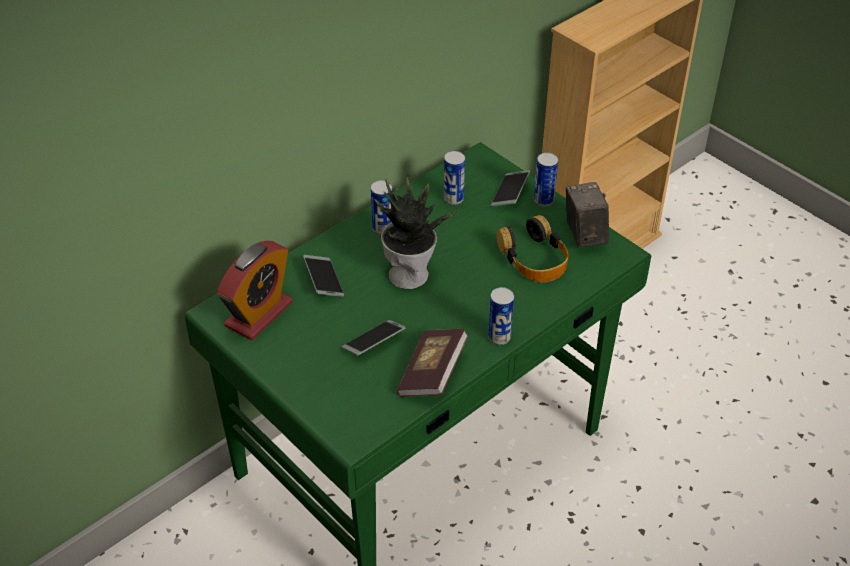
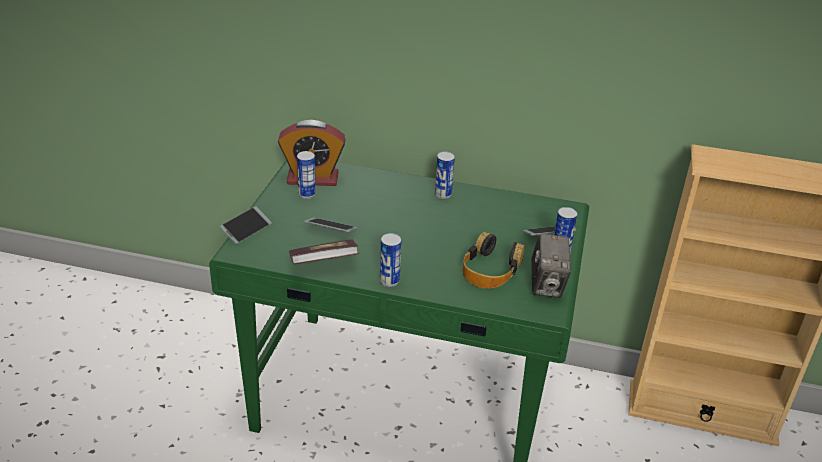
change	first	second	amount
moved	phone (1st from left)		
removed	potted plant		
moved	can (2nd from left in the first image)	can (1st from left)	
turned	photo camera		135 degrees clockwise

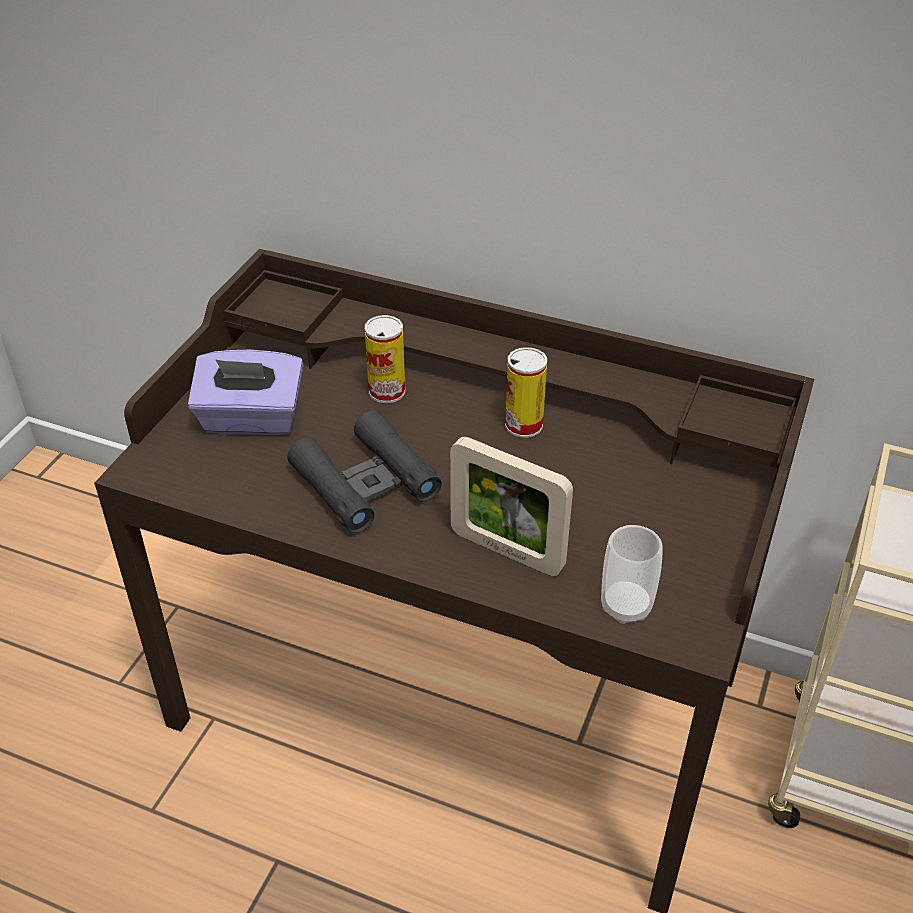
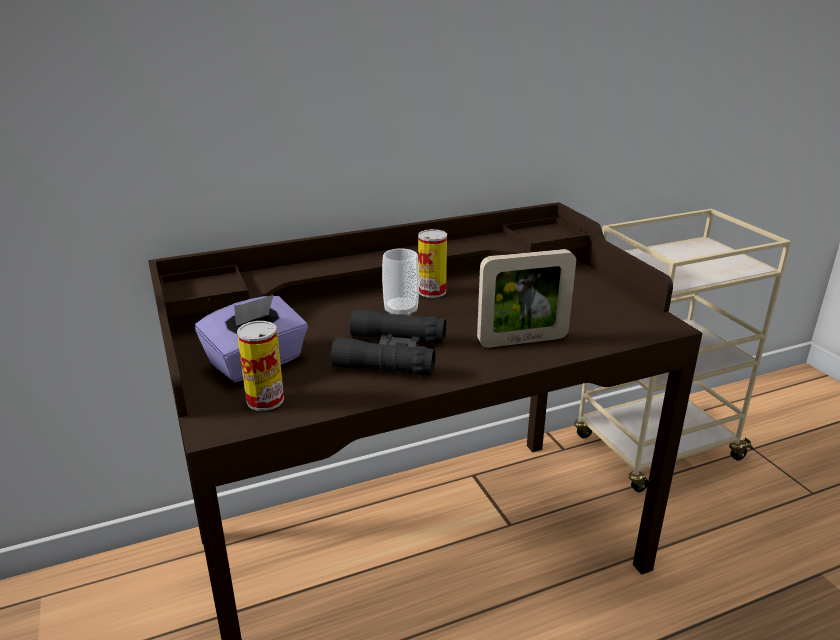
change	first	second	amount
moved	can (1st from left)		
moved	cup		

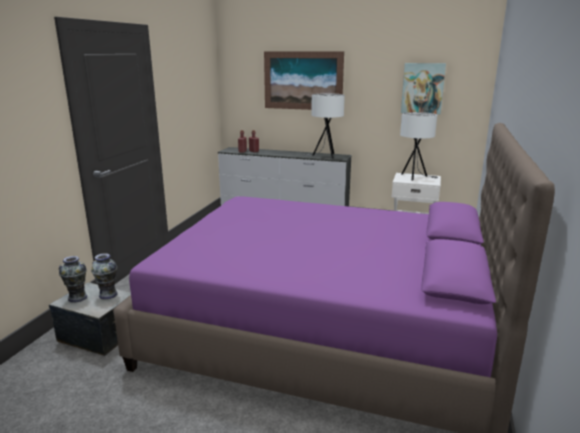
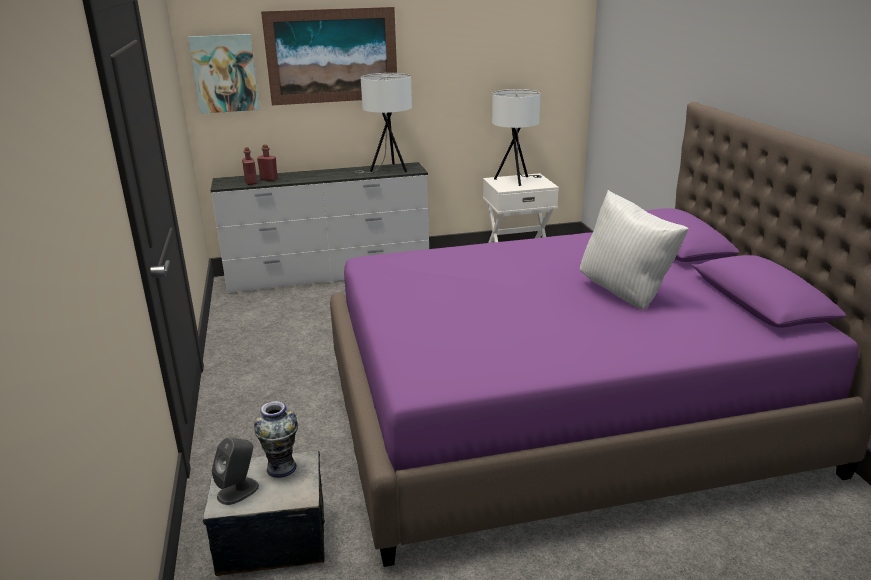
change	first	second	amount
replaced	vase (1st from left)	speaker in grey	
moved	picture (2nd from left in the first image)	picture (1st from left)	
added		pillow in white	

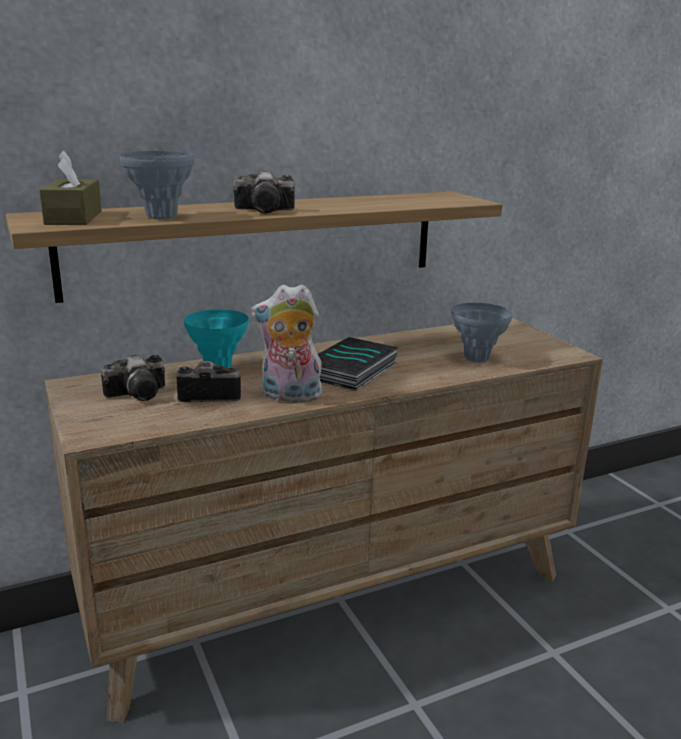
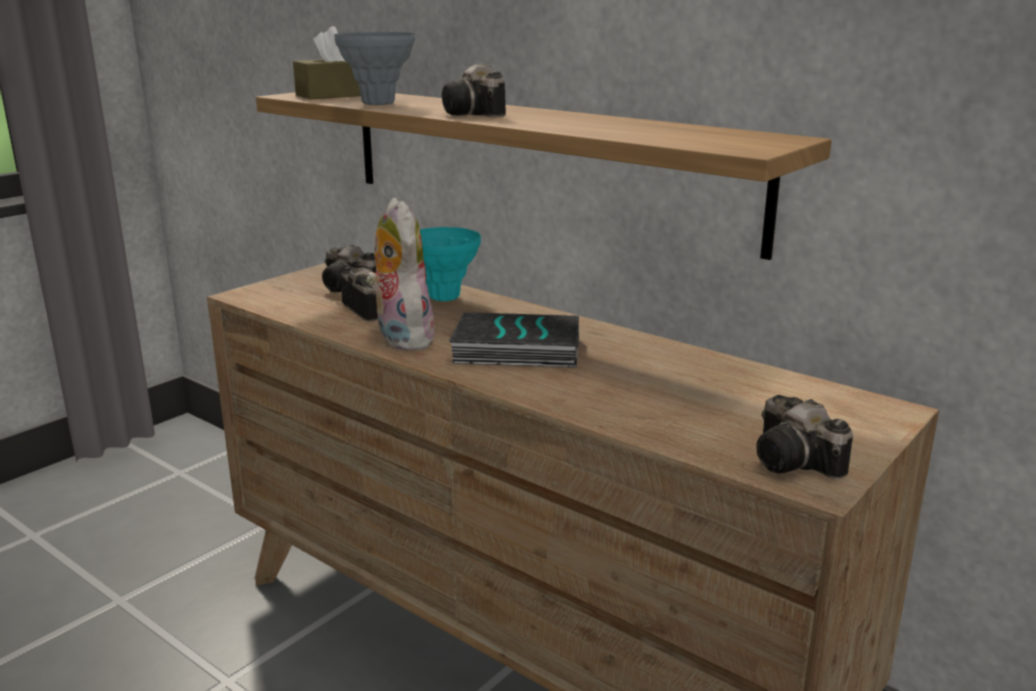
change	first	second	amount
removed	vase in grey (2nd from left)		
added		photo camera (4th from left)	

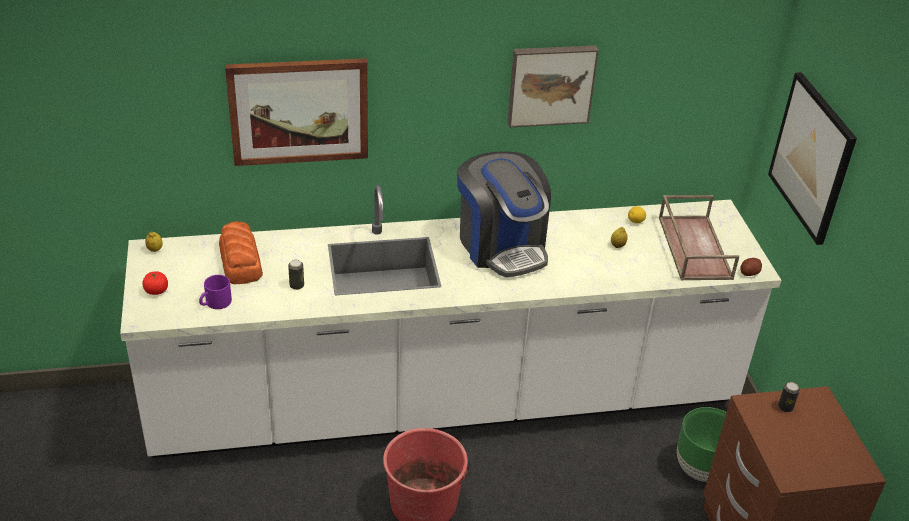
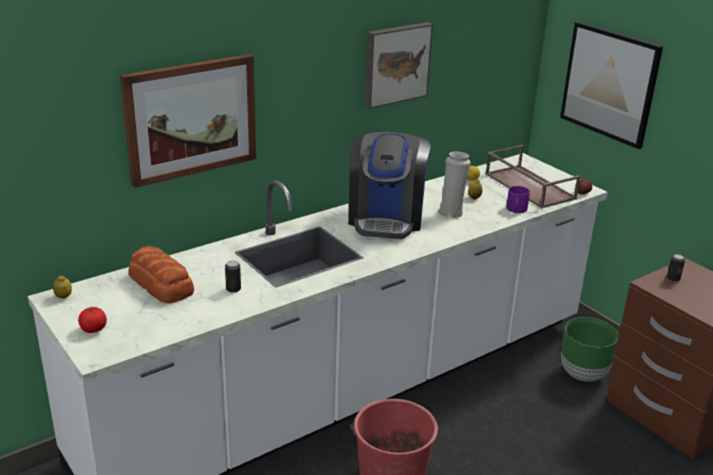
change	first	second	amount
moved	mug in purple		
turned	coffee machine		60 degrees clockwise
added		vase in white	

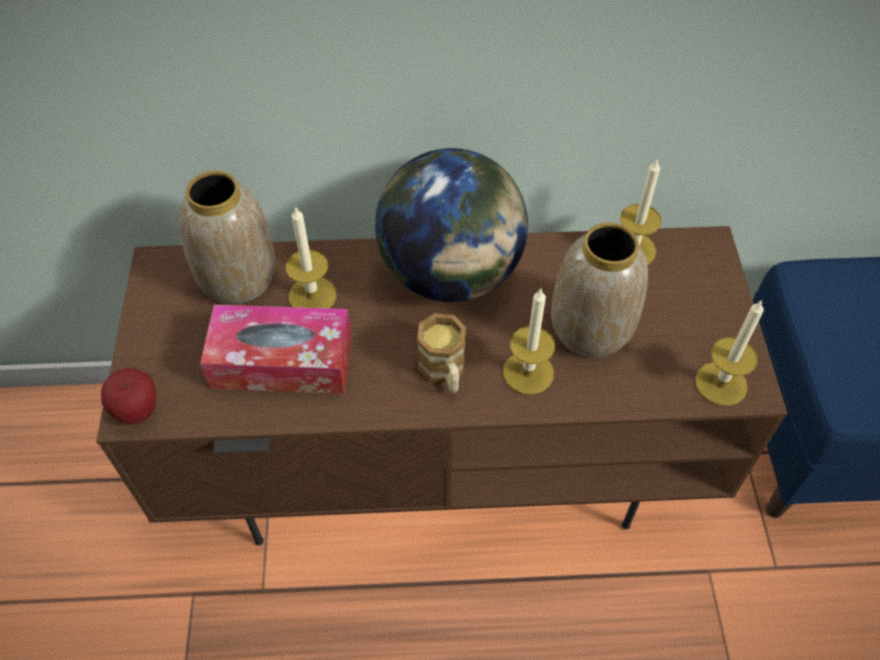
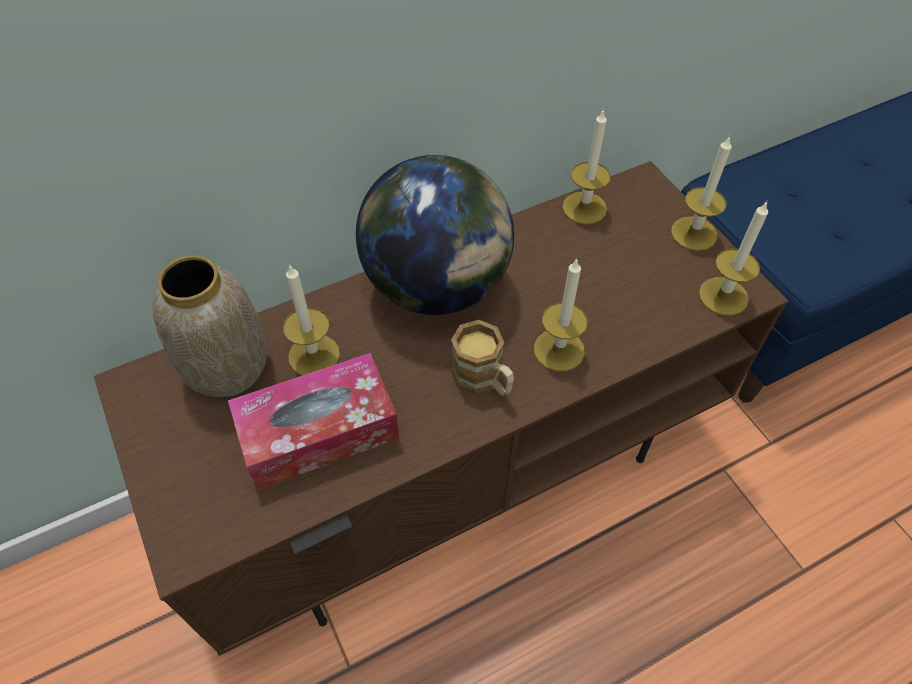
change	first	second	amount
removed	apple		
removed	vase (2nd from left)		
added		candle (4th from left)	

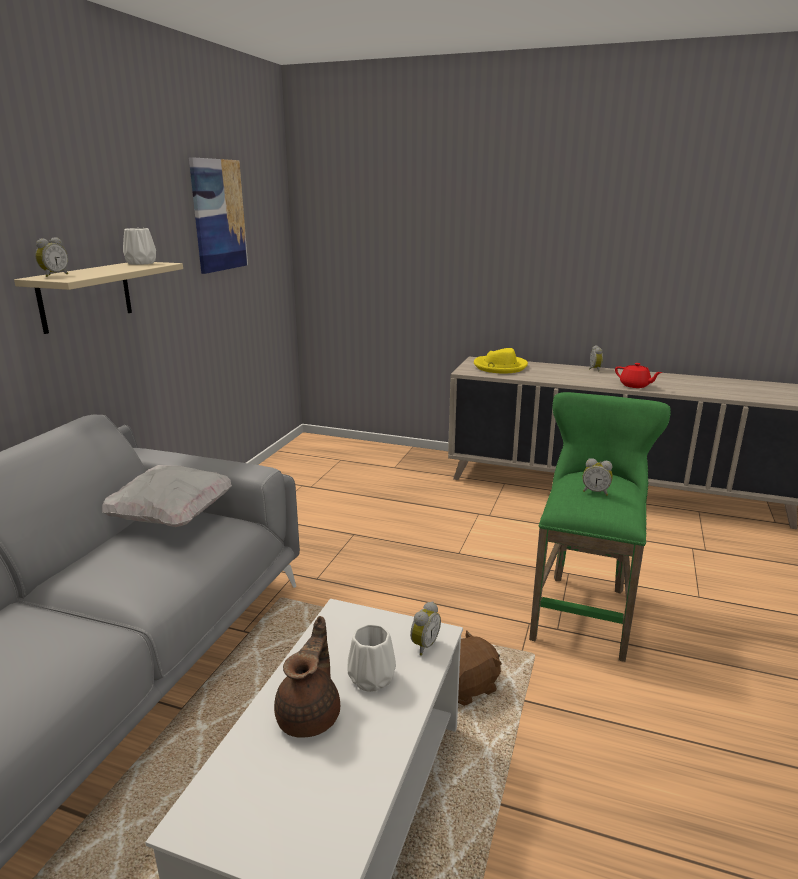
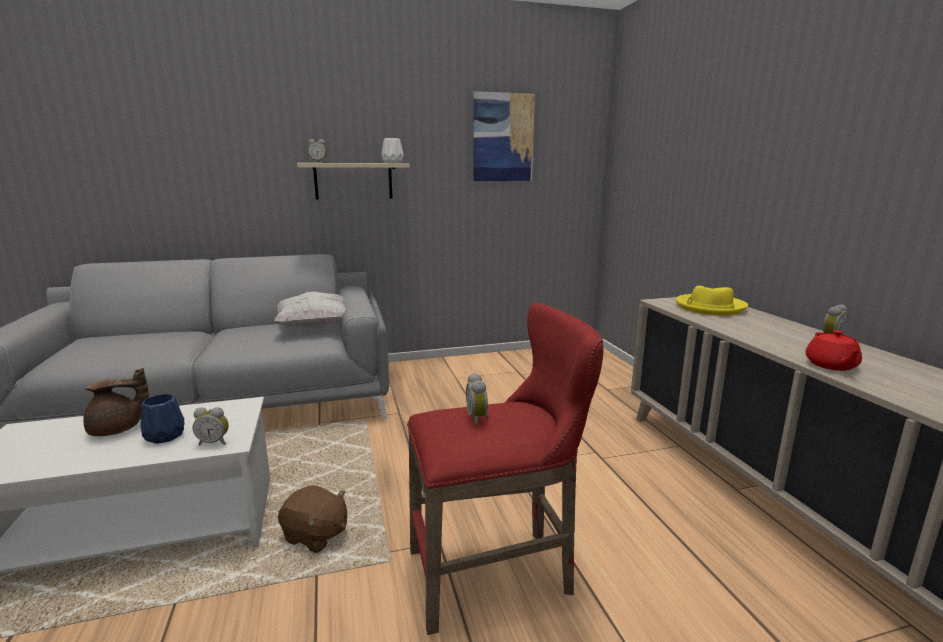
change	first	second	amount
recoloured	vase in white (2nd from left)	vase in blue	
recoloured	stool in green	stool in red	

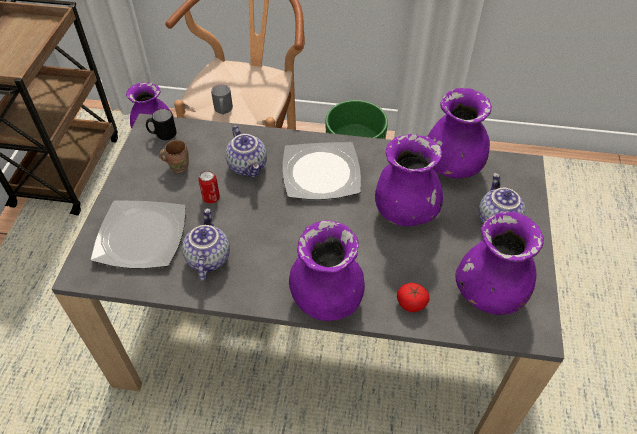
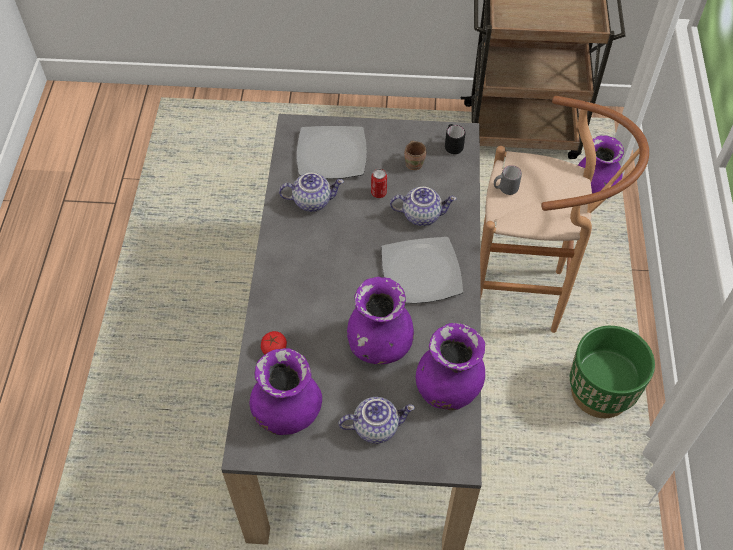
change	first	second	amount
turned	teapot (2nd from left in the first image)	teapot (3rd from left)	150 degrees counterclockwise
removed	vase in purple (2nd from left)		

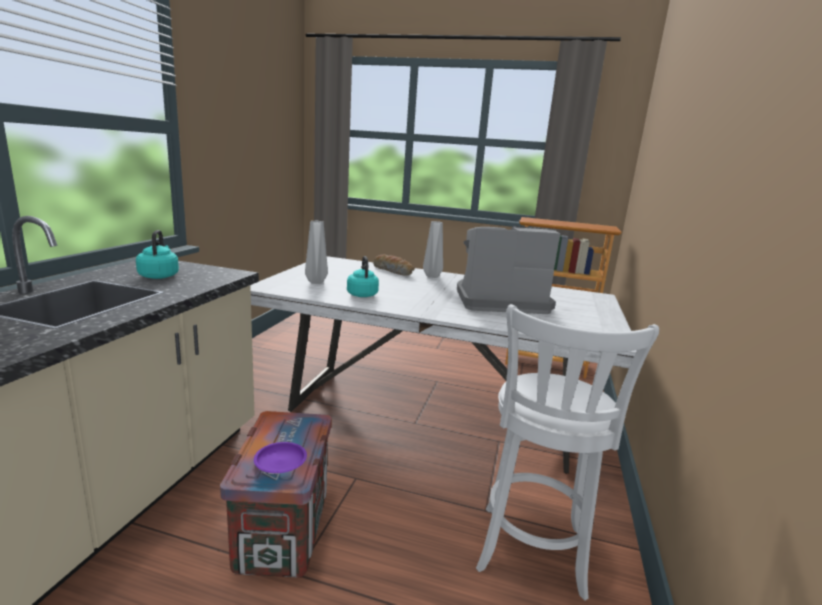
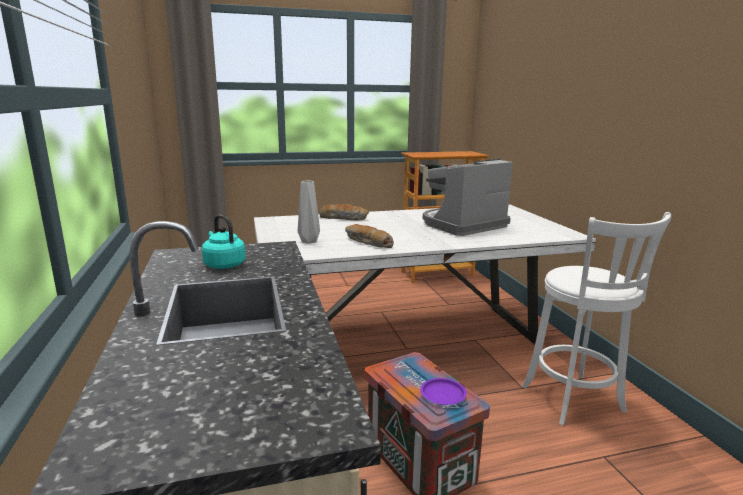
change	first	second	amount
replaced	kettle in turquoise (2nd from left)	bread (2nd from left)	
removed	vase in grey (2nd from left)		

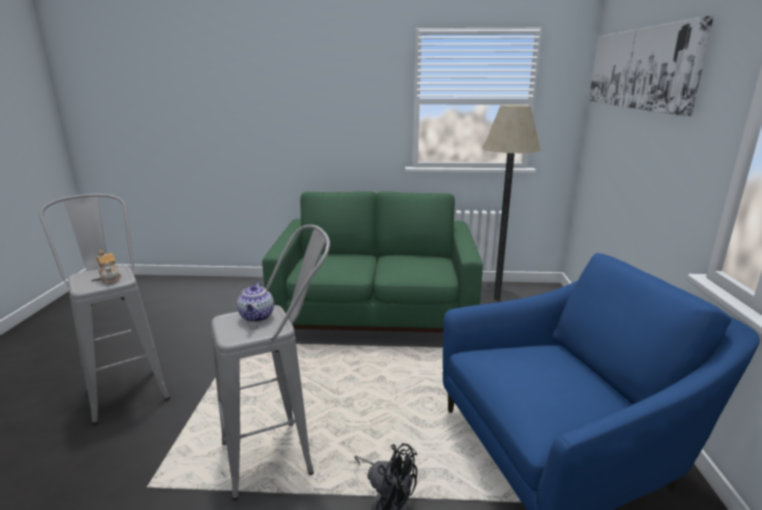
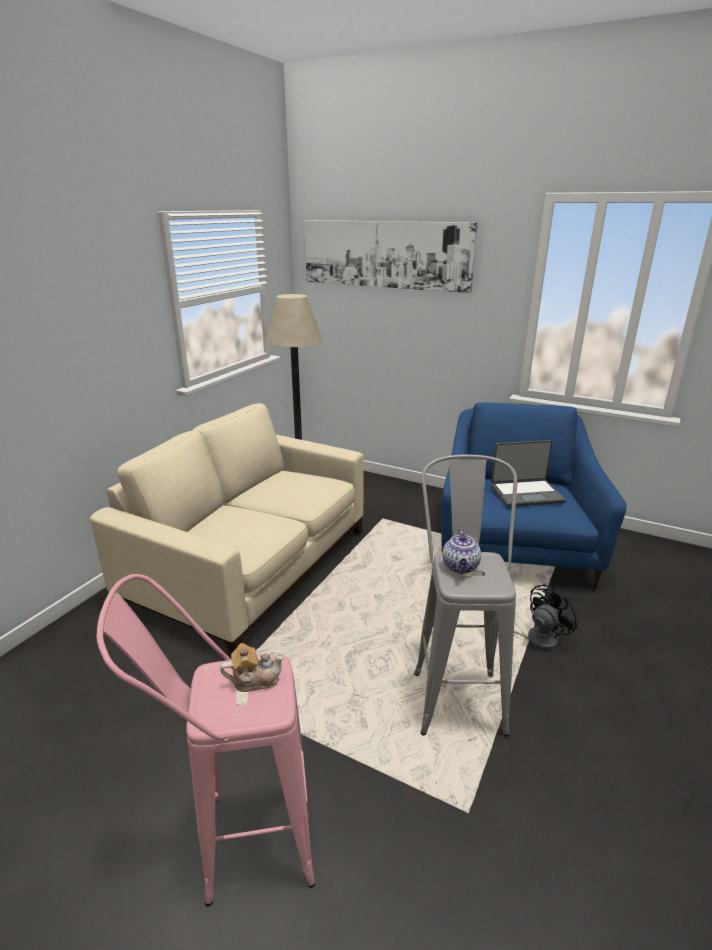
change	first	second	amount
recoloured	stool in grey (1st from left)	stool in pink	
turned	teapot (2nd from left)		75 degrees clockwise
recoloured	sofa in green	sofa in beige	
added		laptop	

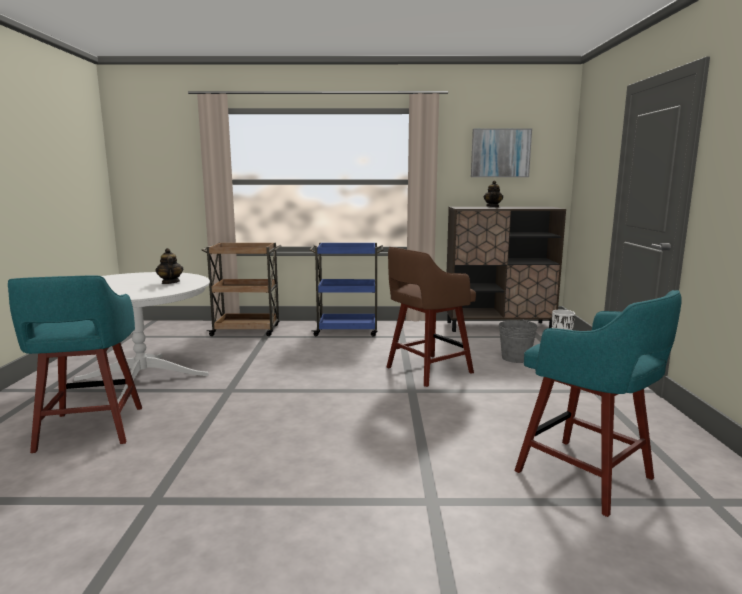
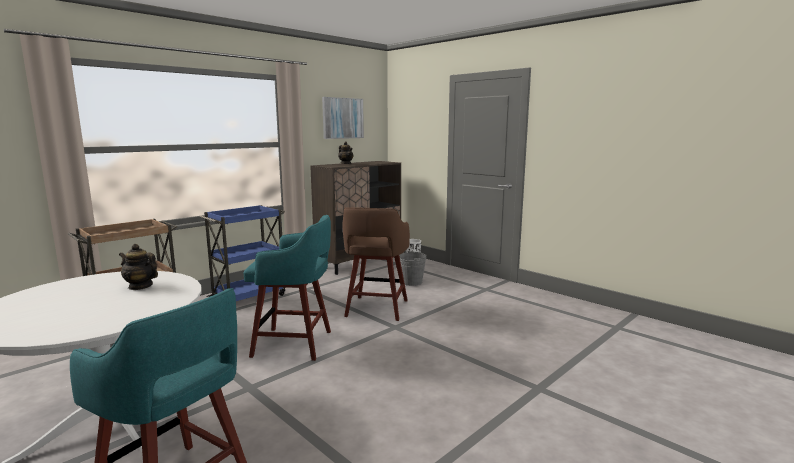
change	first	second	amount
moved	stool in turquoise (2nd from left)		

